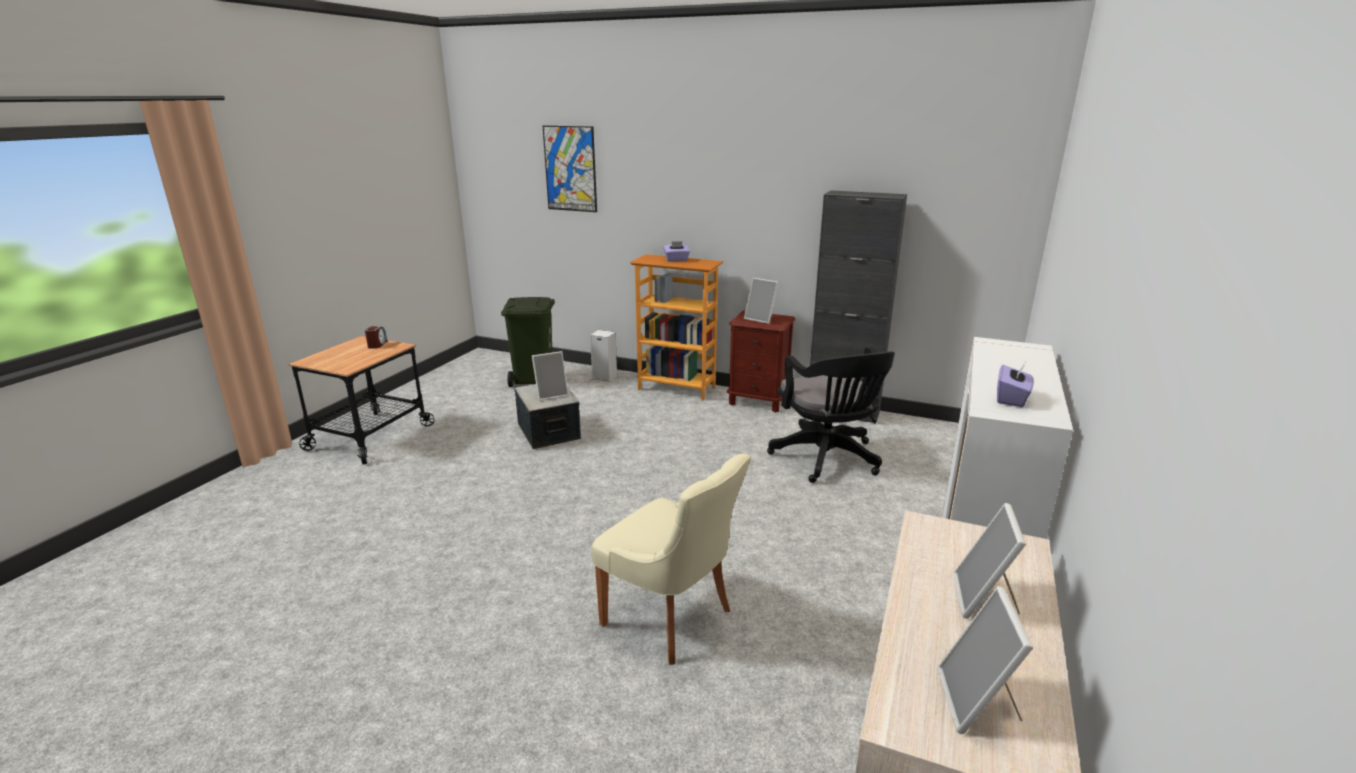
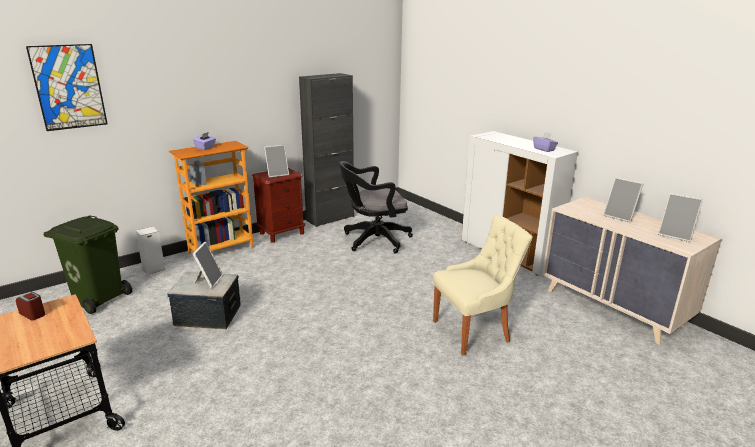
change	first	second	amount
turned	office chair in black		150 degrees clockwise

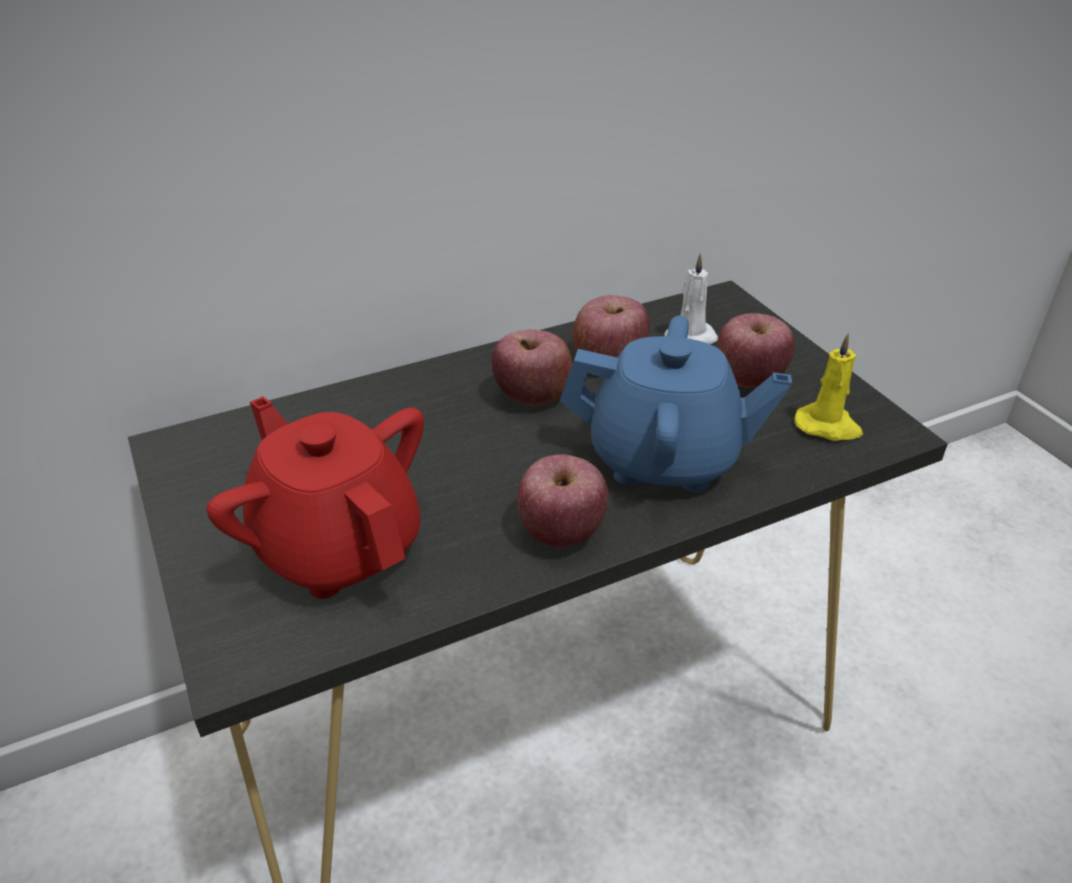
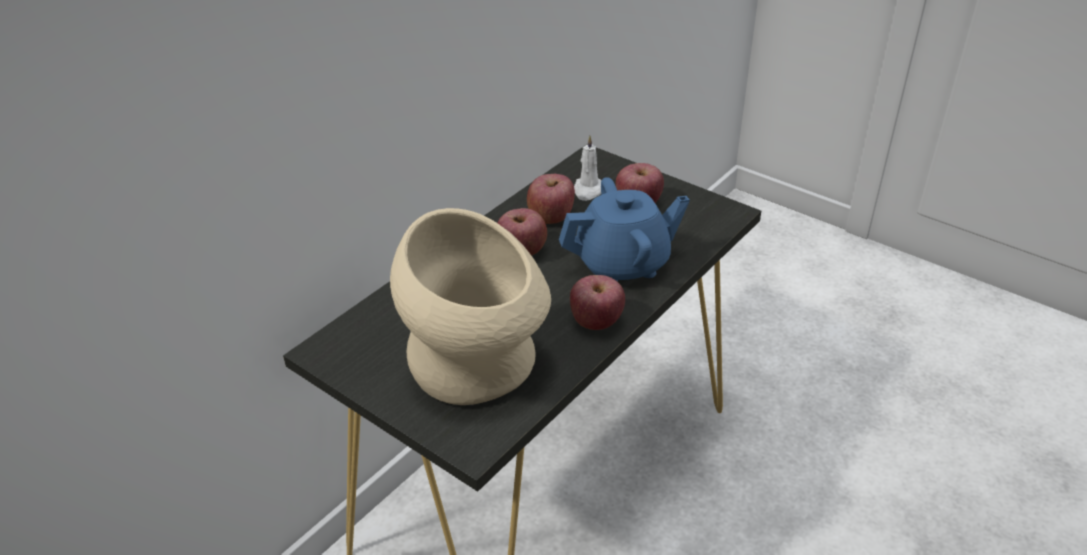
change	first	second	amount
replaced	teapot in red	vase in beige	
removed	candle in yellow		

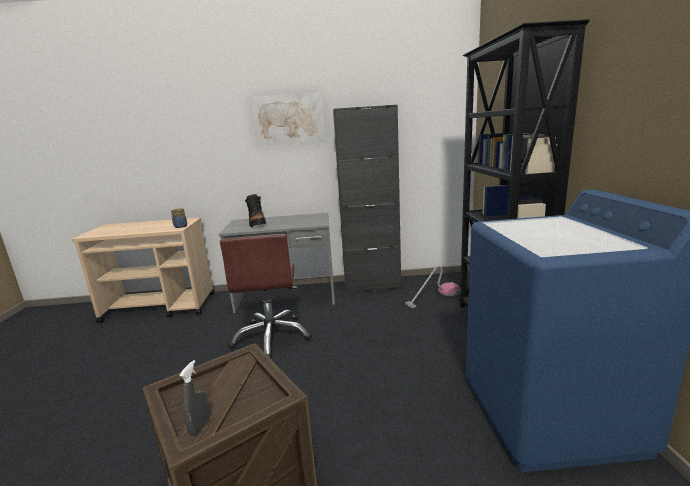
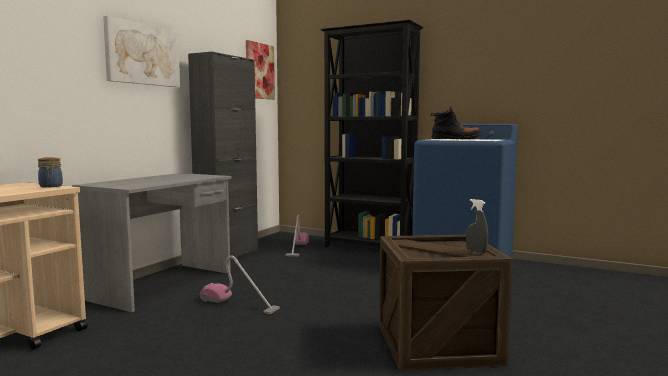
change	first	second	amount
replaced	office chair in brown	vacuum cleaner (1st from left)	
moved	boot in black		
added		picture (2nd from left)	

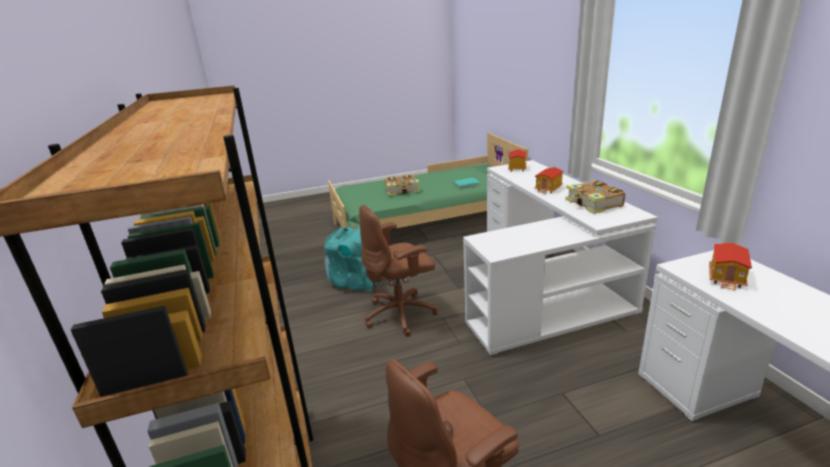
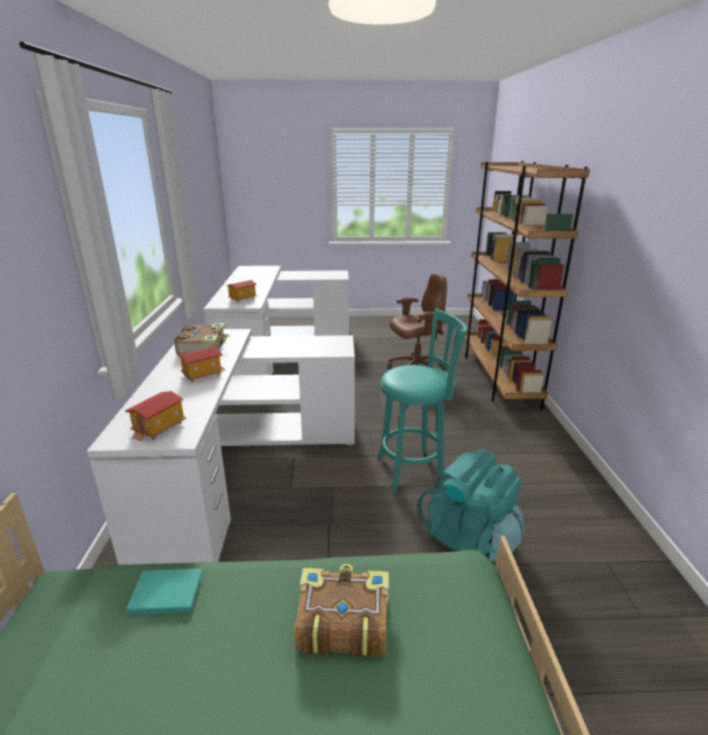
change	first	second	amount
replaced	office chair in brown (1st from left)	stool in turquoise	

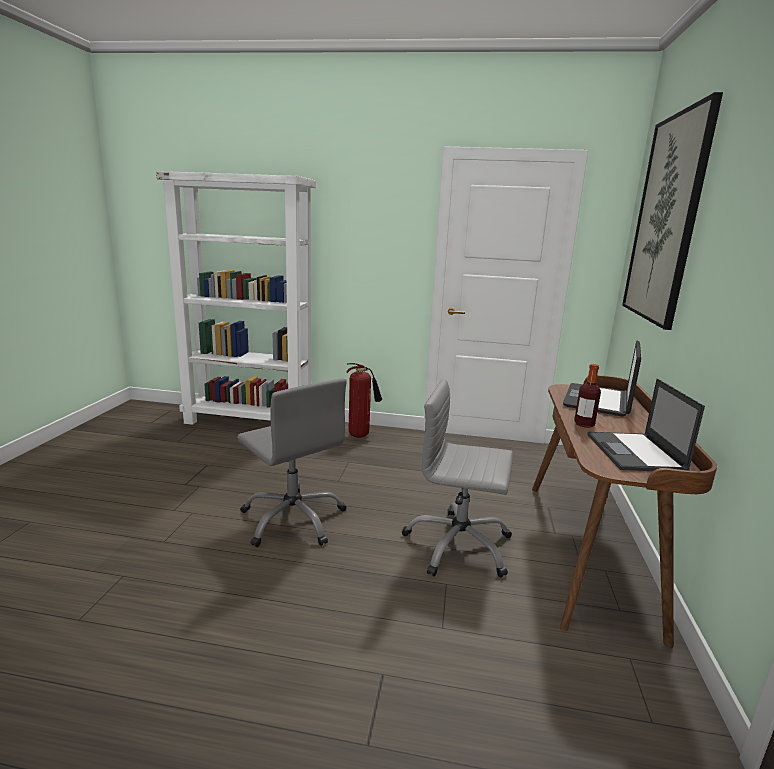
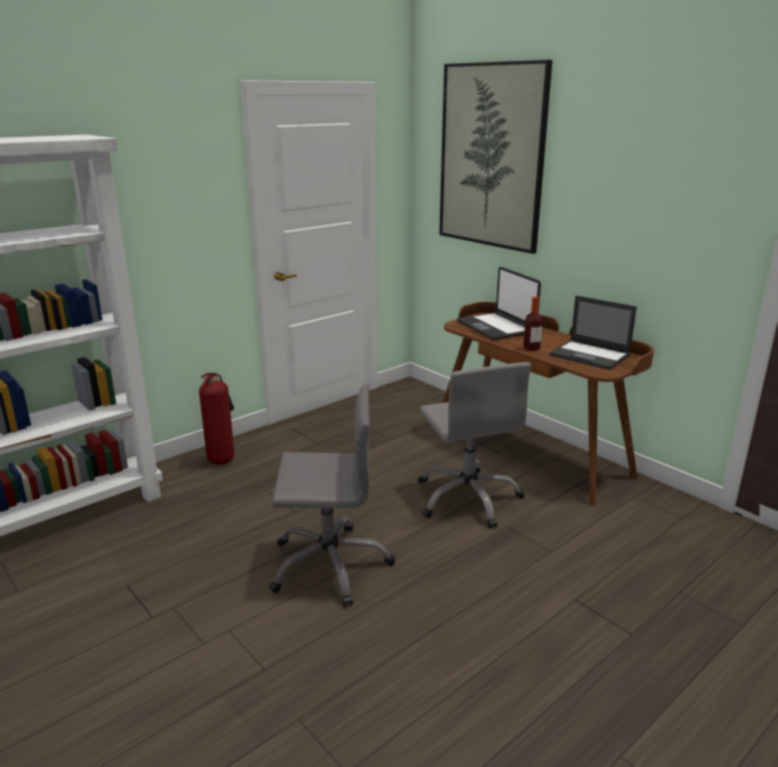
change	first	second	amount
turned	office chair in grey (2nd from left)		75 degrees counterclockwise

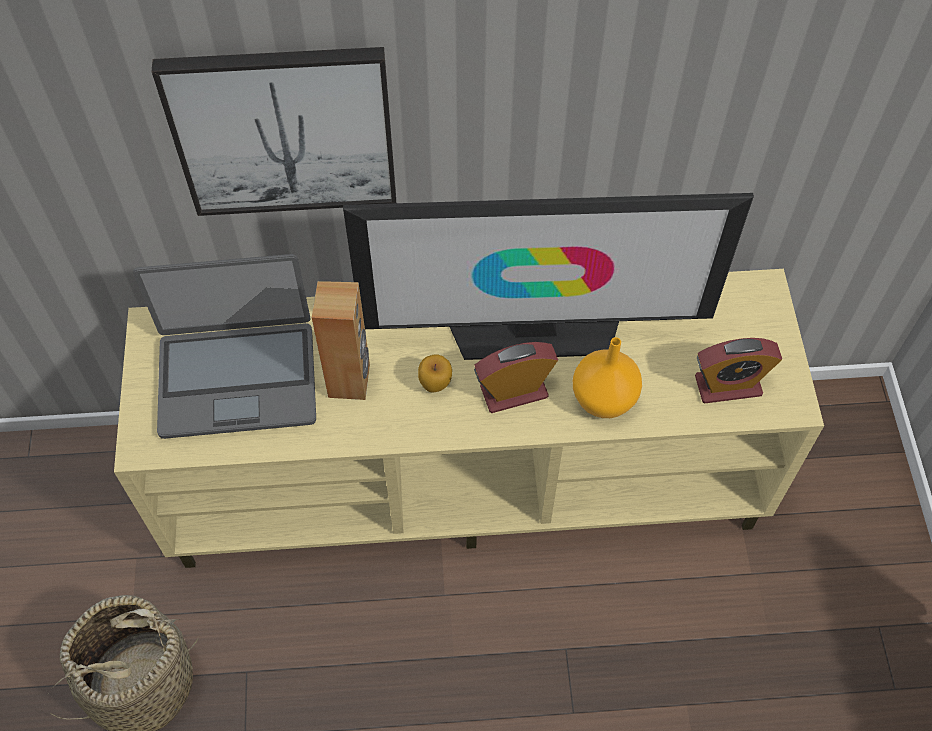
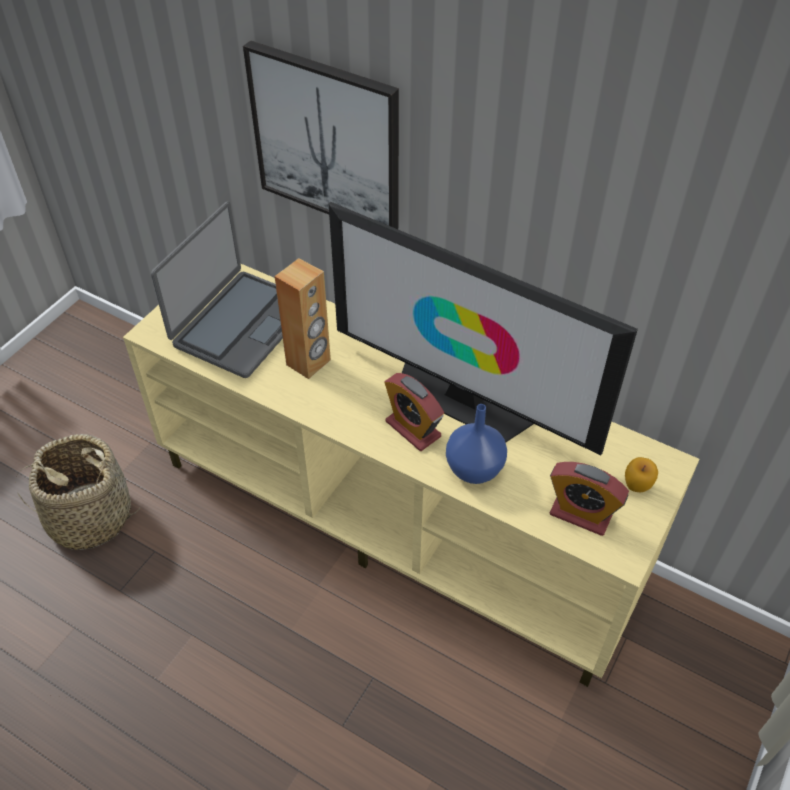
change	first	second	amount
turned	laptop		90 degrees counterclockwise
moved	apple		
turned	alarm clock (1st from left)		150 degrees counterclockwise
recoloured	vase in orange	vase in blue	

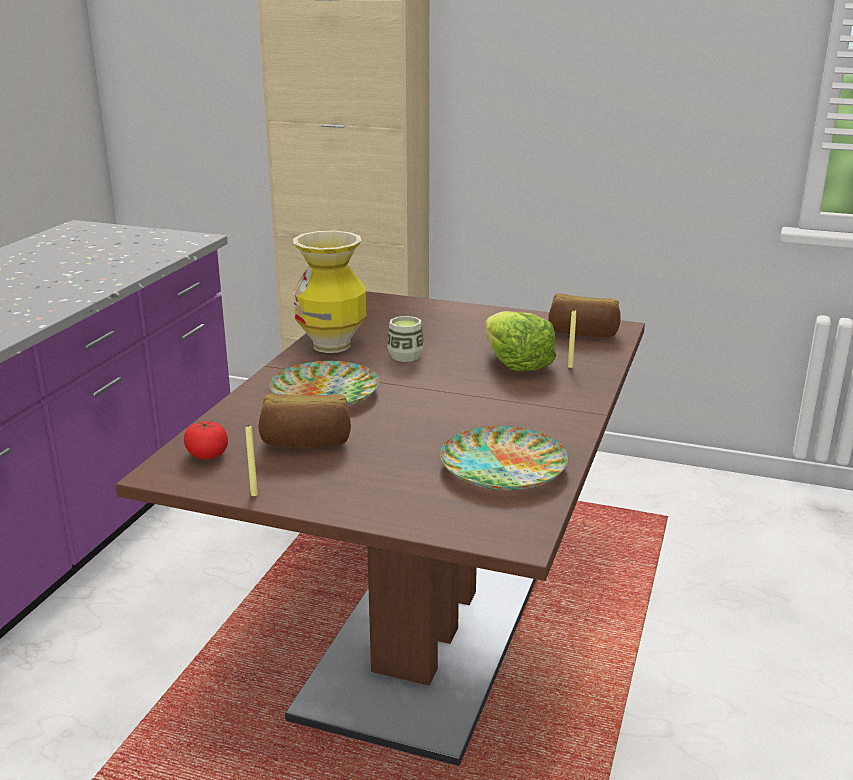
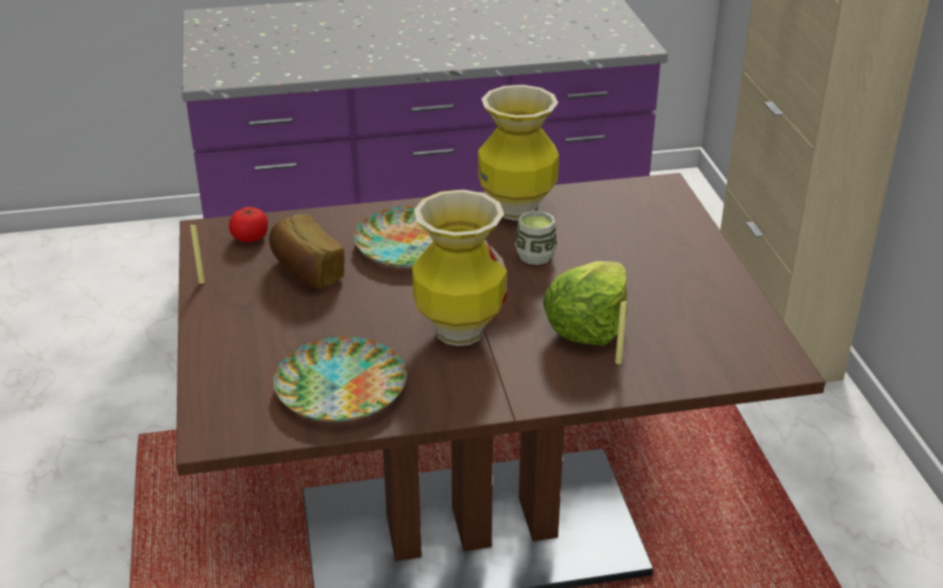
change	first	second	amount
removed	bread (2nd from left)		
added		vase (1st from left)	

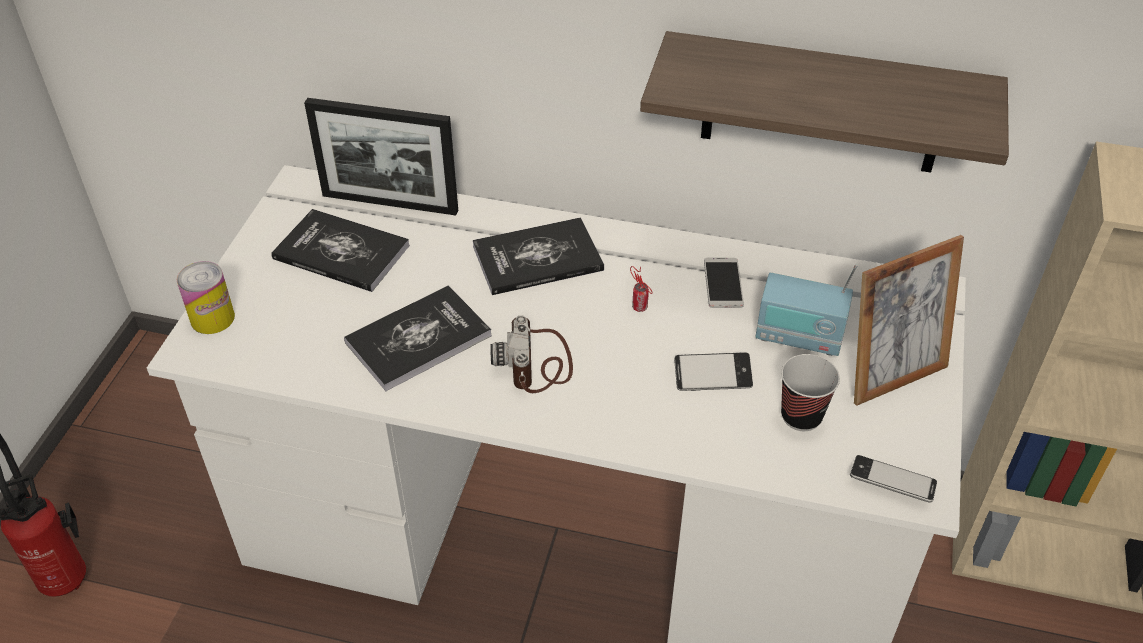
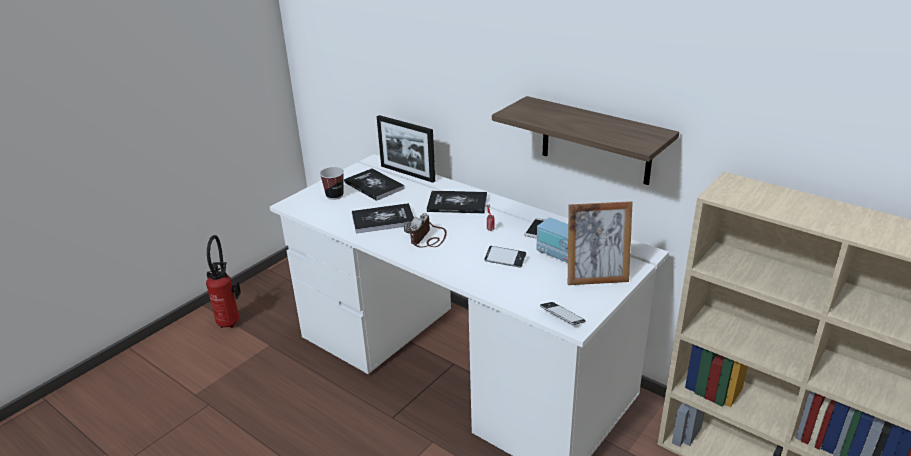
change	first	second	amount
removed	can (1st from left)		
moved	cup		

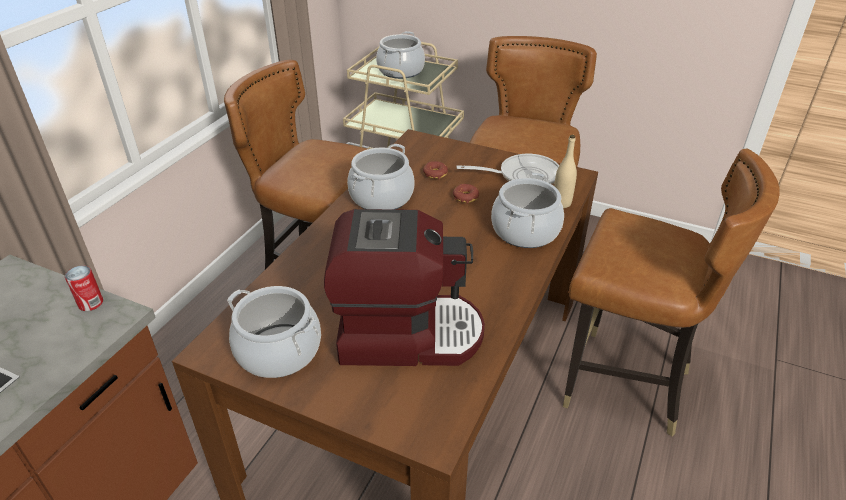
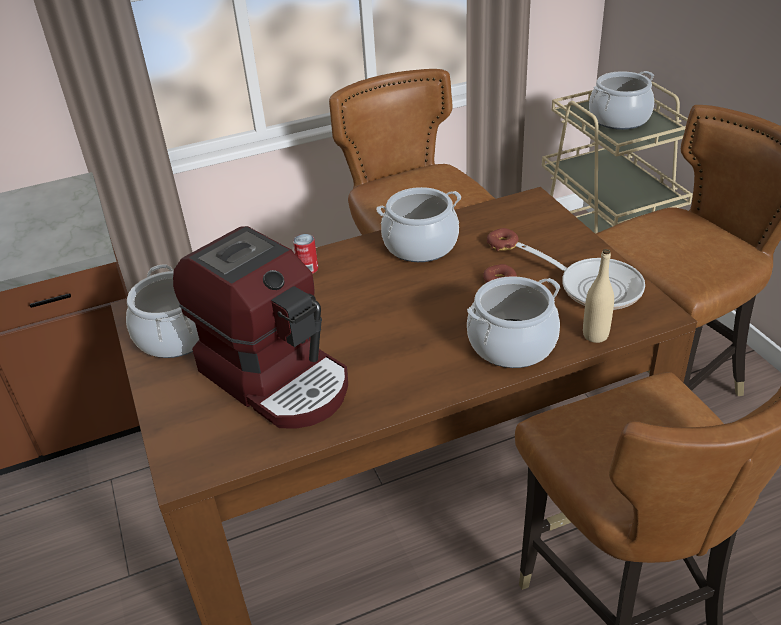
change	first	second	amount
moved	can		

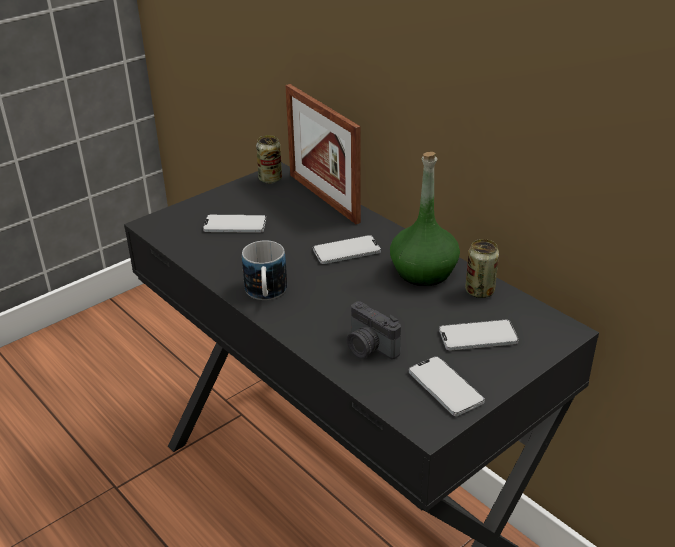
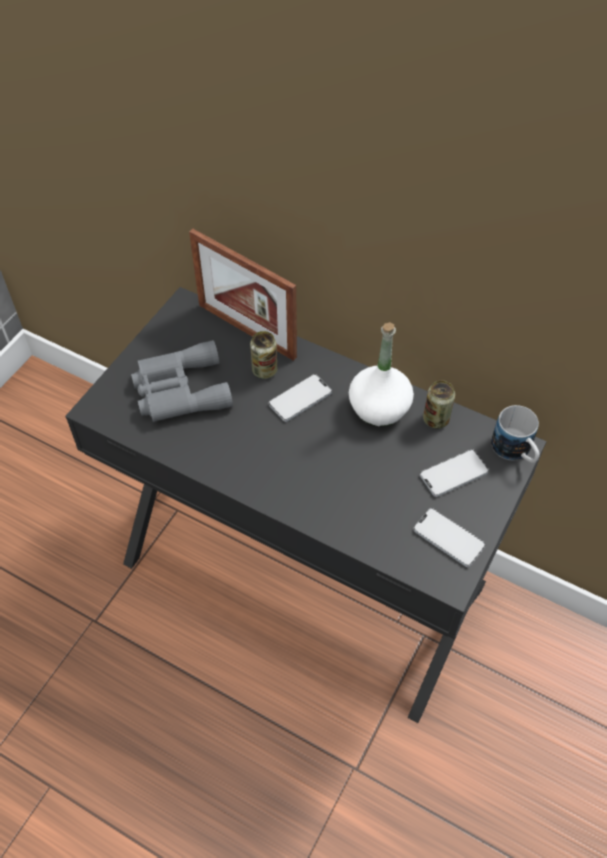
change	first	second	amount
replaced	phone (1st from left)	binoculars in grey	
moved	mug		
moved	can (1st from left)		
removed	photo camera		
recoloured	bottle in green	bottle in white	

